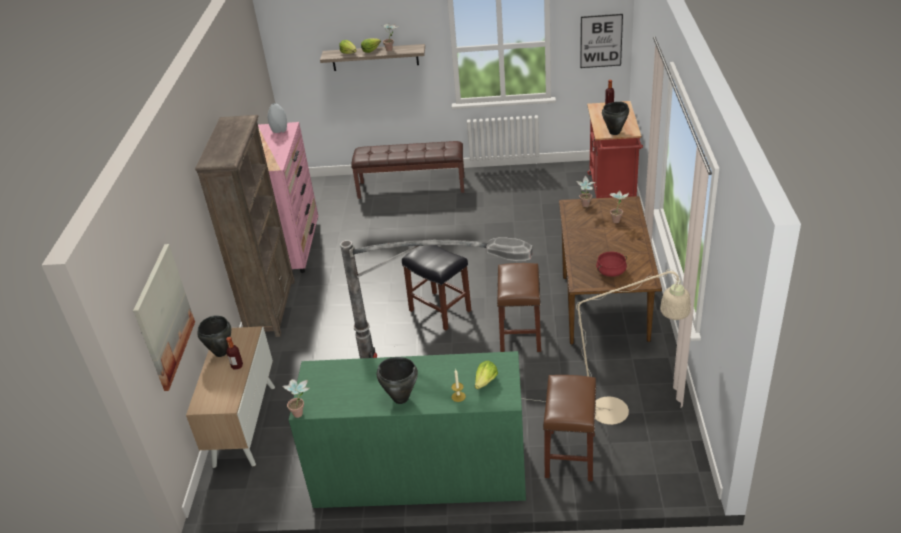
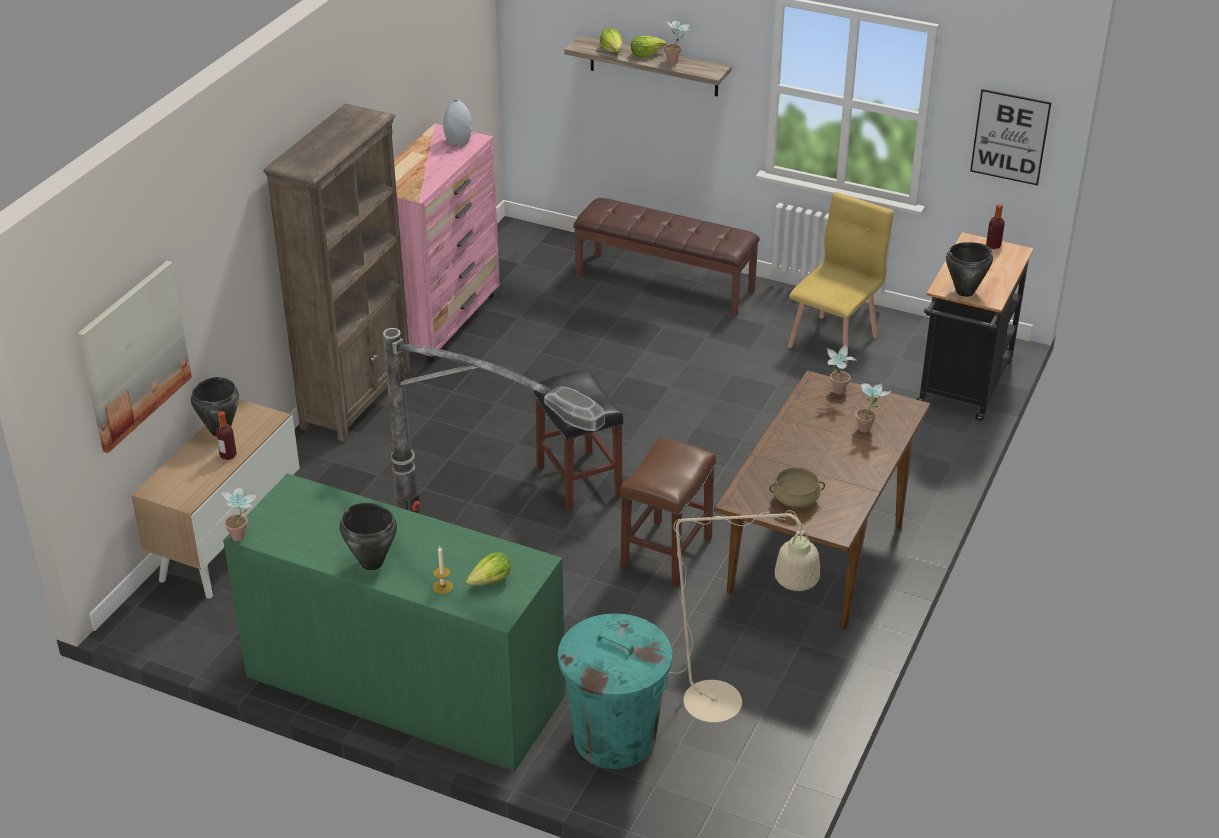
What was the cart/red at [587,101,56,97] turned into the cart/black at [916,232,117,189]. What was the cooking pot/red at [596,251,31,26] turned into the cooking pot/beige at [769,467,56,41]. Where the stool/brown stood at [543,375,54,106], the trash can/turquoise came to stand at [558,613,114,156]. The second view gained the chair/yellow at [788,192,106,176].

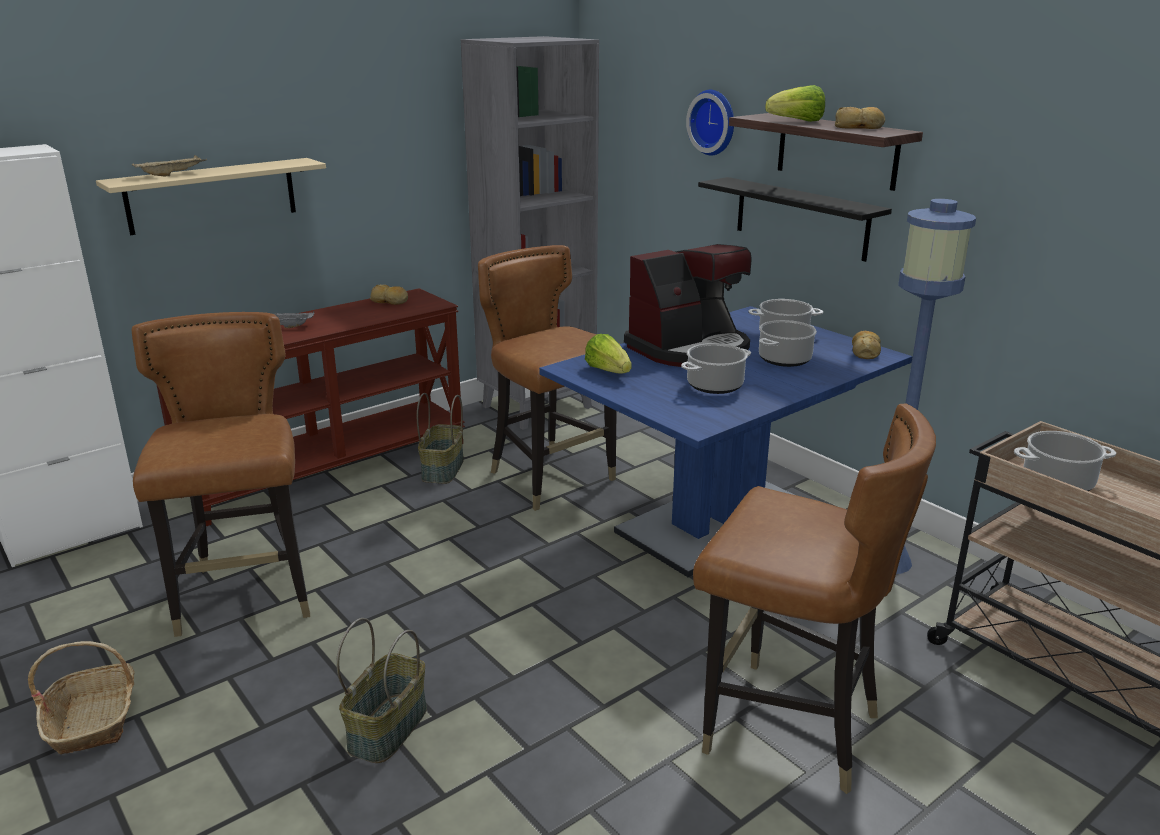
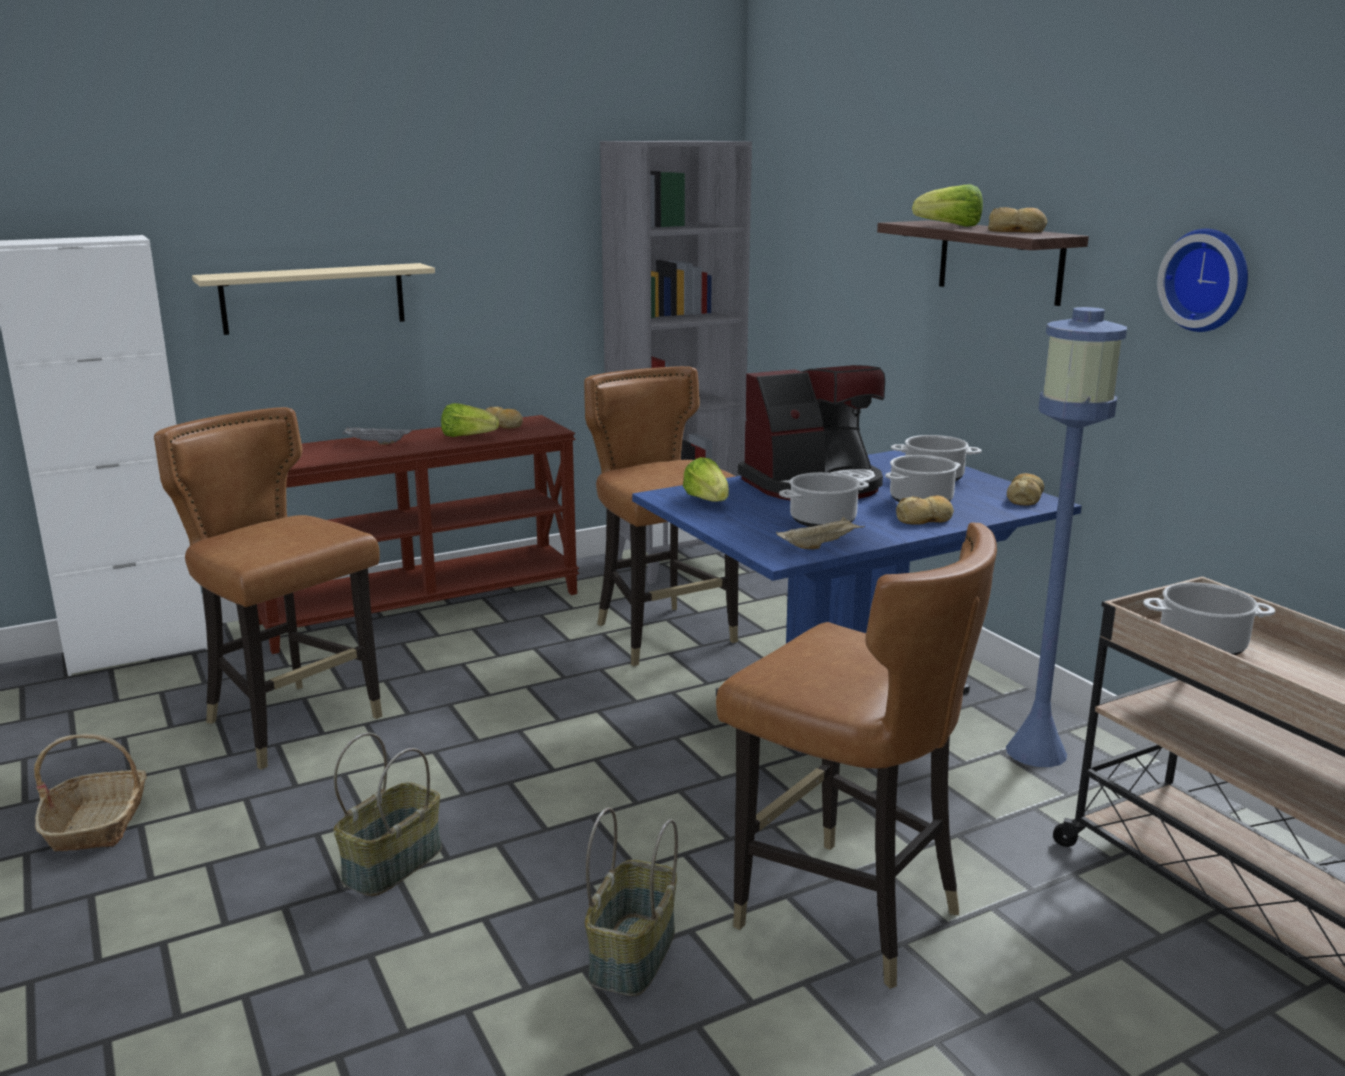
The wall clock ended up elsewhere, having gone from [686,90,48,65] to [1157,229,91,103]. The tray/beige ended up elsewhere, having gone from [132,155,75,21] to [776,517,89,32]. The second view lost the shelf/black at [698,177,194,85]. The chair/brown at [131,312,179,325] ended up facing another way, 45 degrees counterclockwise from before. The basket ended up elsewhere, having gone from [417,393,47,91] to [585,808,93,188]. The second view gained the lettuce at [441,403,58,34]. The second view gained the bread at [896,495,58,30].

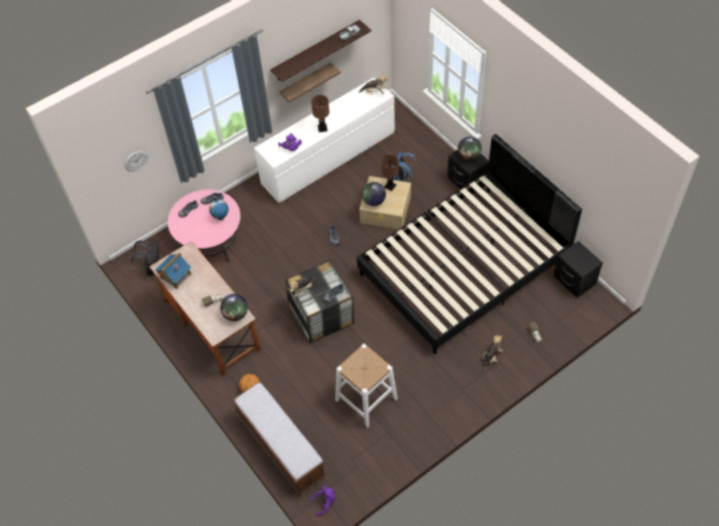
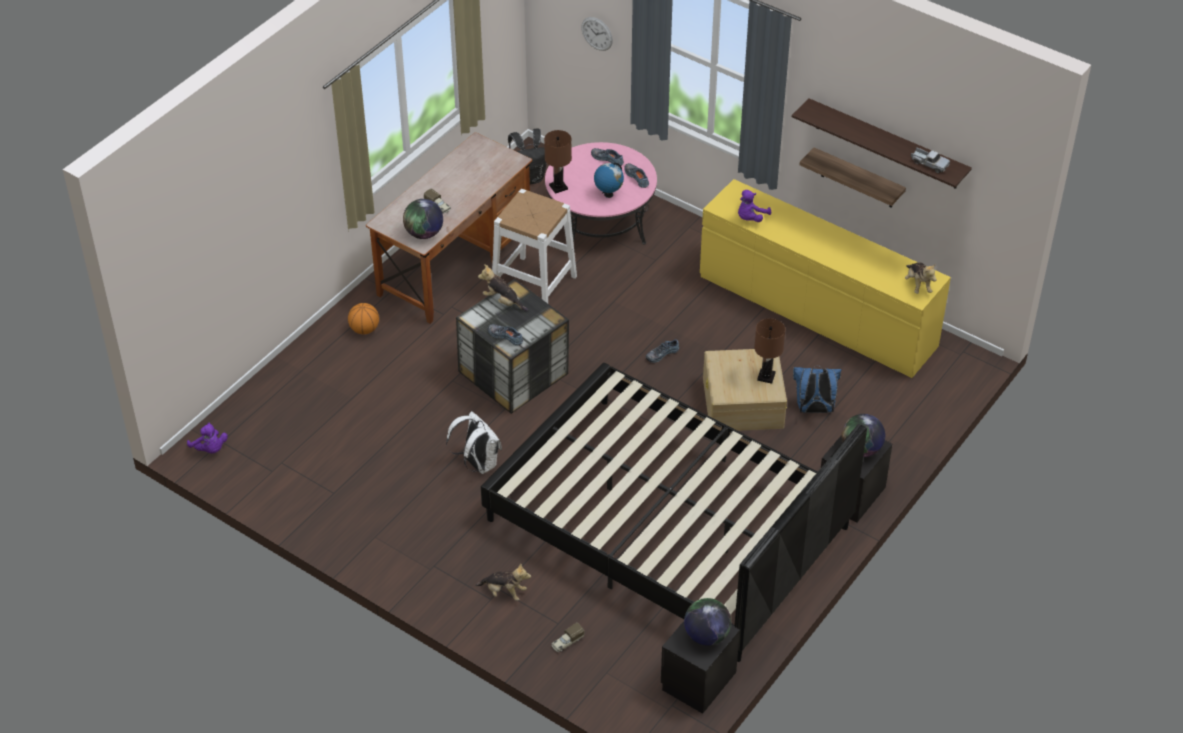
What was the dresser/white at [254,78,141,125] turned into the dresser/yellow at [700,179,251,199]. The table lamp/brown ended up elsewhere, having gone from [311,95,18,37] to [544,130,28,64]. The globe ended up elsewhere, having gone from [362,182,24,24] to [684,598,47,48]. The second view lost the toy house at [155,252,37,37]. The stool/white ended up elsewhere, having gone from [335,344,63,84] to [492,189,85,114]. The second view lost the bench at [232,382,93,113]. The second view gained the backpack/white at [446,411,56,63].

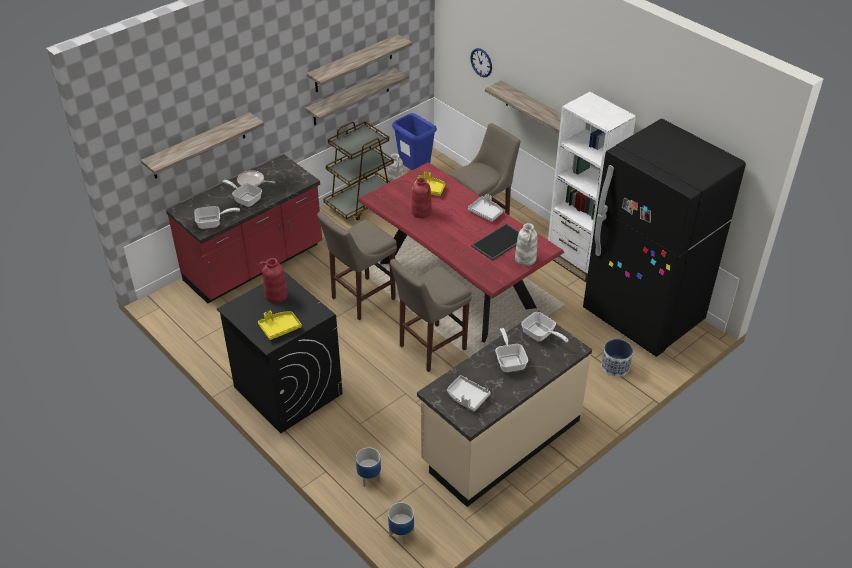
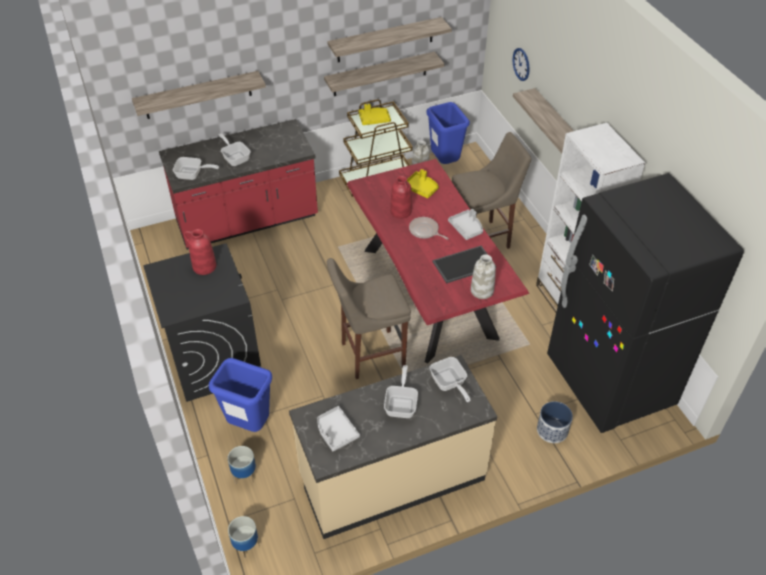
The frying pan ended up elsewhere, having gone from [237,170,38,17] to [409,217,40,23]. The second view lost the stool/beige at [317,211,80,109]. The tray/yellow ended up elsewhere, having gone from [258,311,44,29] to [359,104,32,21]. The second view gained the trash can/blue at [209,358,63,74].

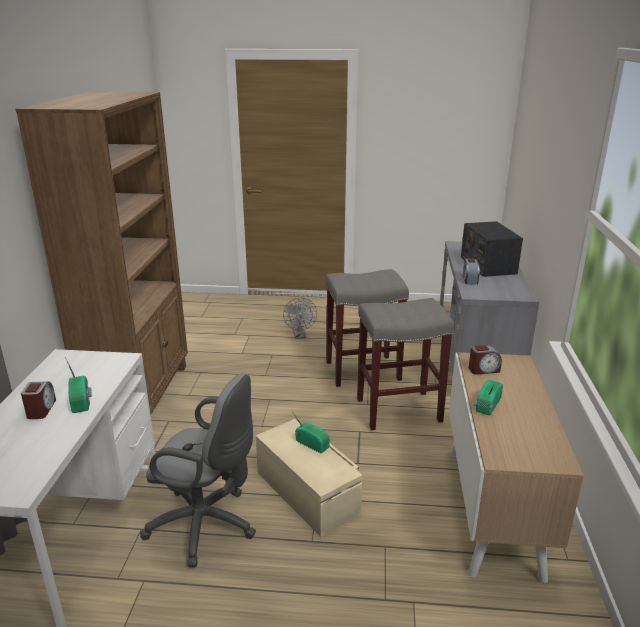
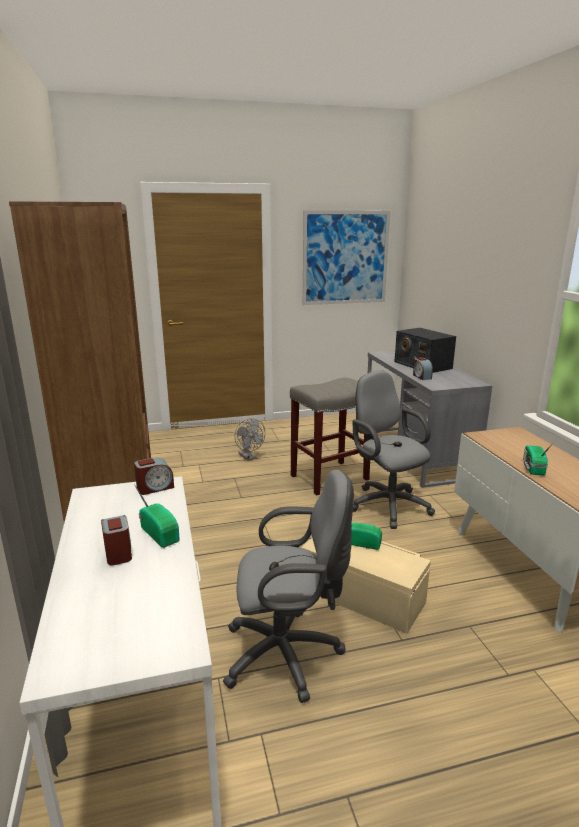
Where the stool/grey stood at [357,298,97,132], the office chair/grey came to stand at [353,370,82,159]. The alarm clock ended up elsewhere, having gone from [469,345,33,29] to [134,457,40,38]. The second view gained the picture at [303,210,87,95].

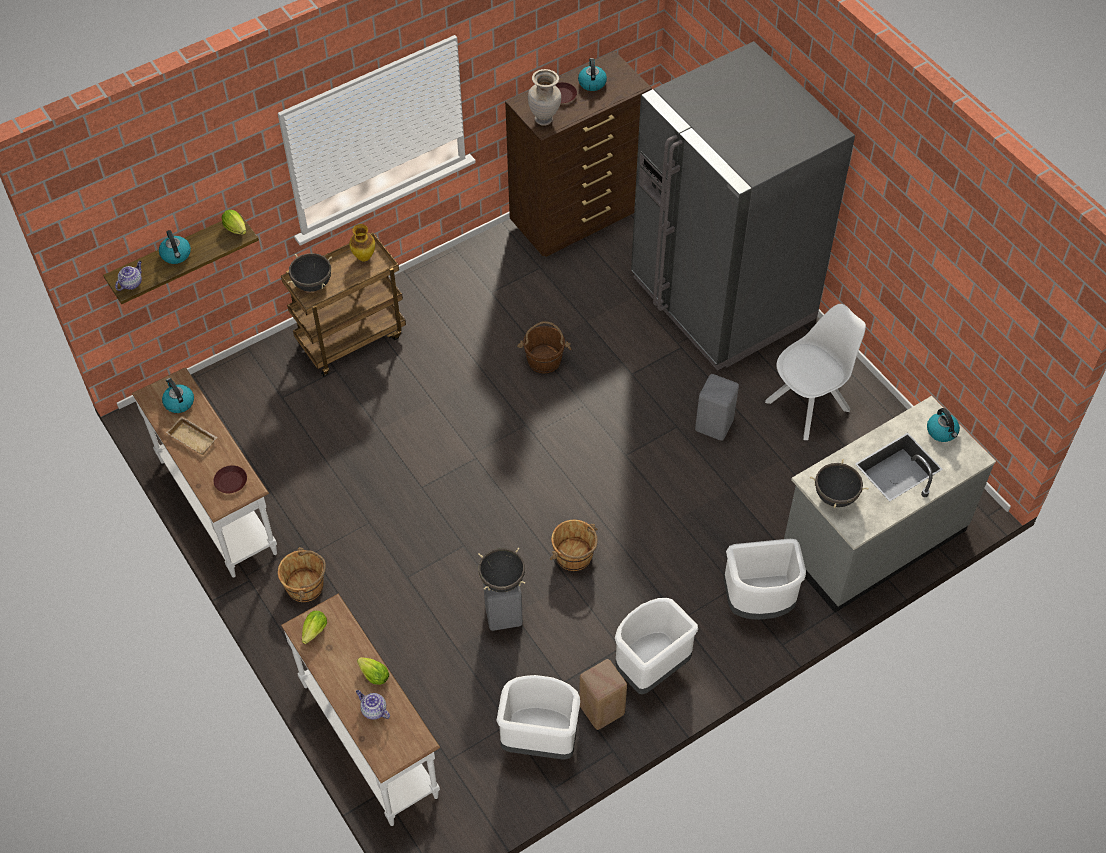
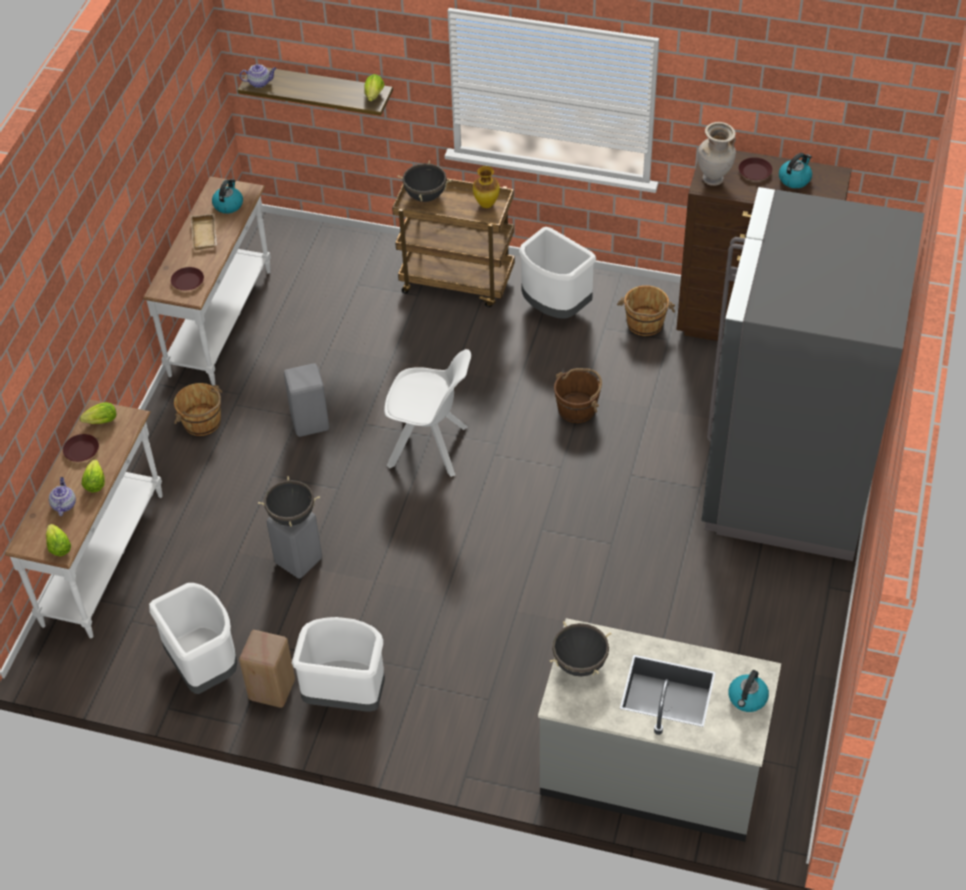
The second view lost the kettle at [159,230,32,34]. The chair/white ended up elsewhere, having gone from [765,304,101,136] to [384,349,87,128]. The stool/grey ended up elsewhere, having gone from [695,374,44,67] to [284,363,45,74]. The bucket/brown ended up elsewhere, having gone from [550,520,48,51] to [617,285,58,51]. The trash can/white ended up elsewhere, having gone from [724,539,82,81] to [519,227,77,92]. The second view gained the plate/brown at [63,434,36,28]. The second view gained the lettuce at [46,524,25,32].

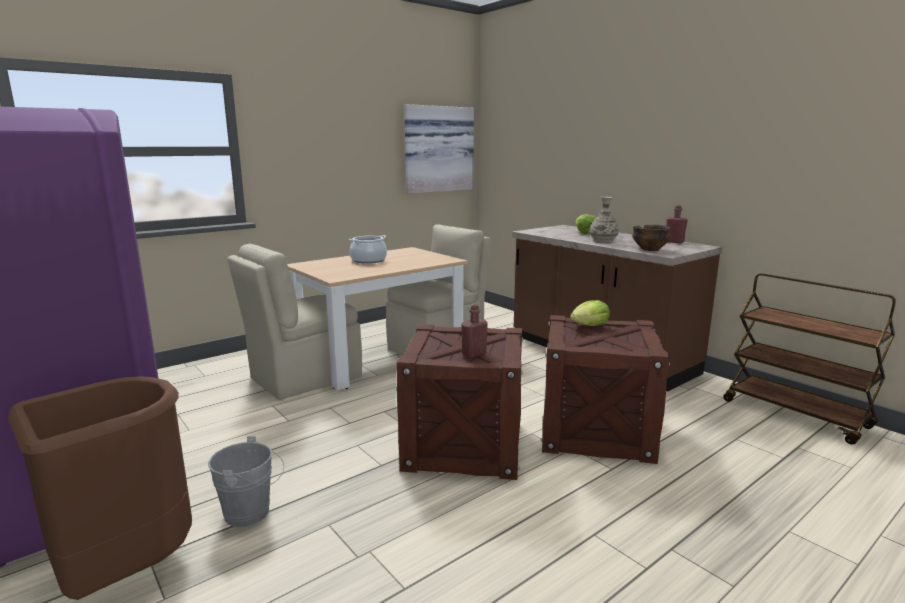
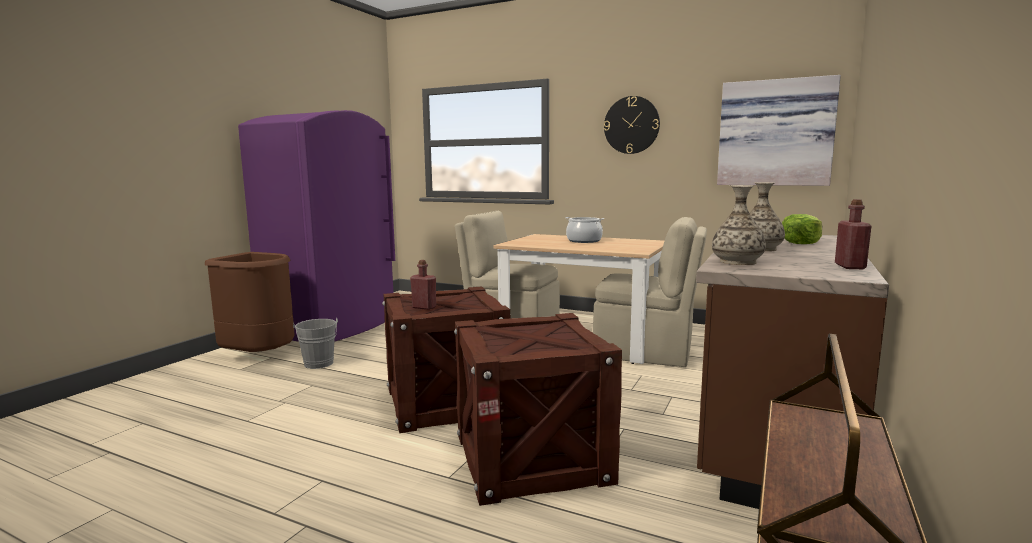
Where the bowl stood at [632,225,39,26], the vase came to stand at [712,185,54,80]. The second view lost the lettuce at [570,300,40,26]. The second view gained the wall clock at [604,96,56,58].

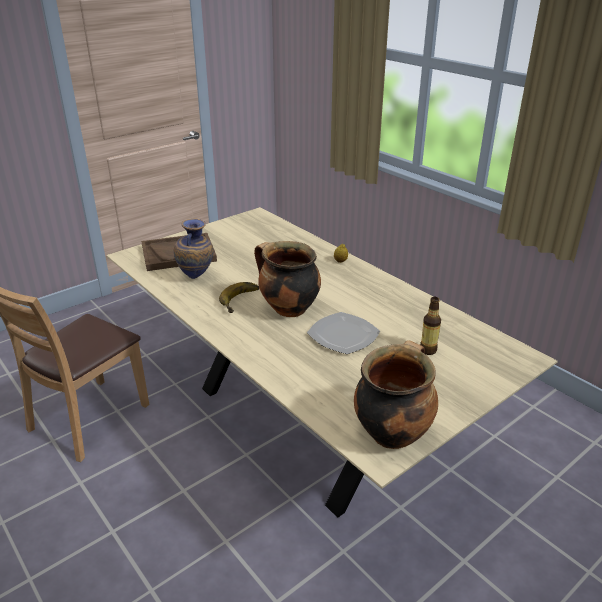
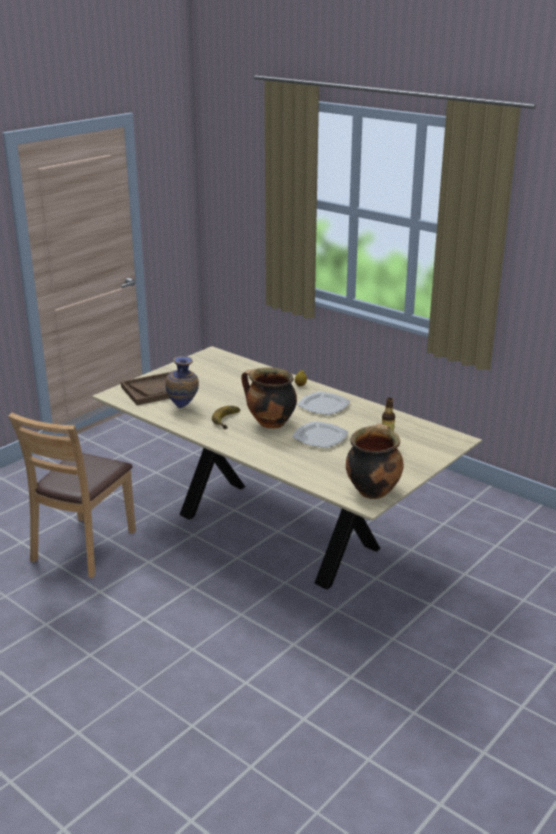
The second view gained the plate at [297,391,54,24].

